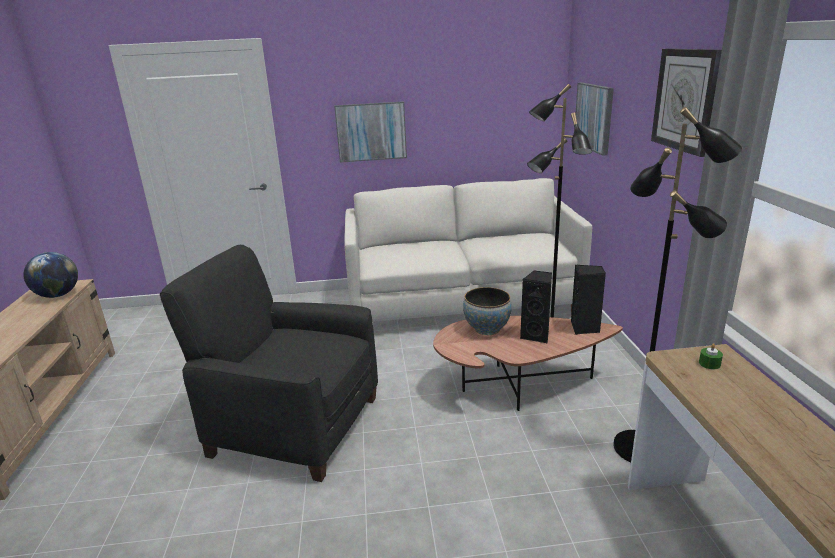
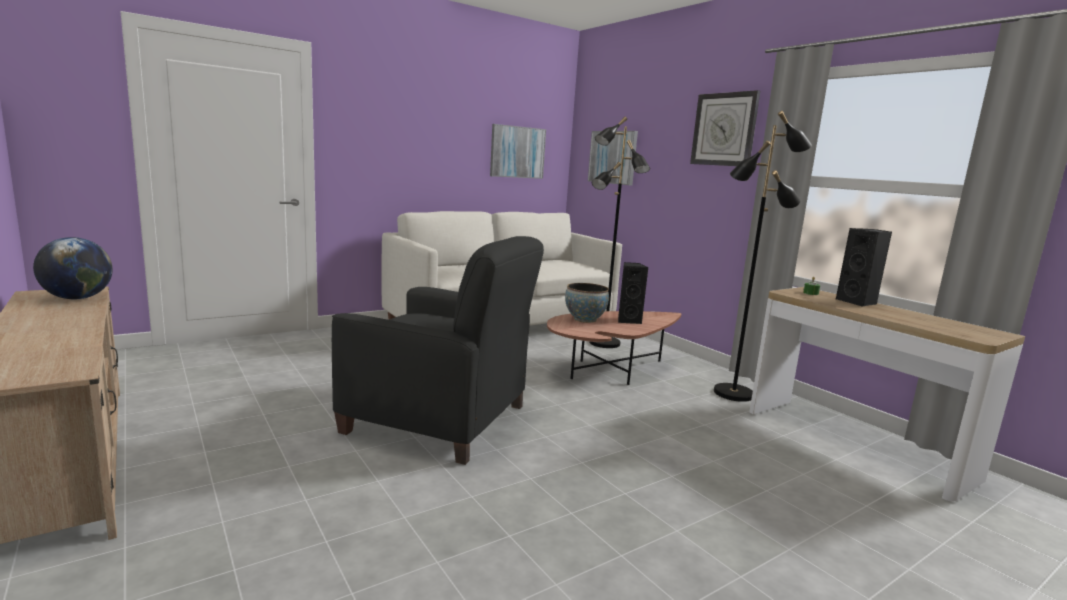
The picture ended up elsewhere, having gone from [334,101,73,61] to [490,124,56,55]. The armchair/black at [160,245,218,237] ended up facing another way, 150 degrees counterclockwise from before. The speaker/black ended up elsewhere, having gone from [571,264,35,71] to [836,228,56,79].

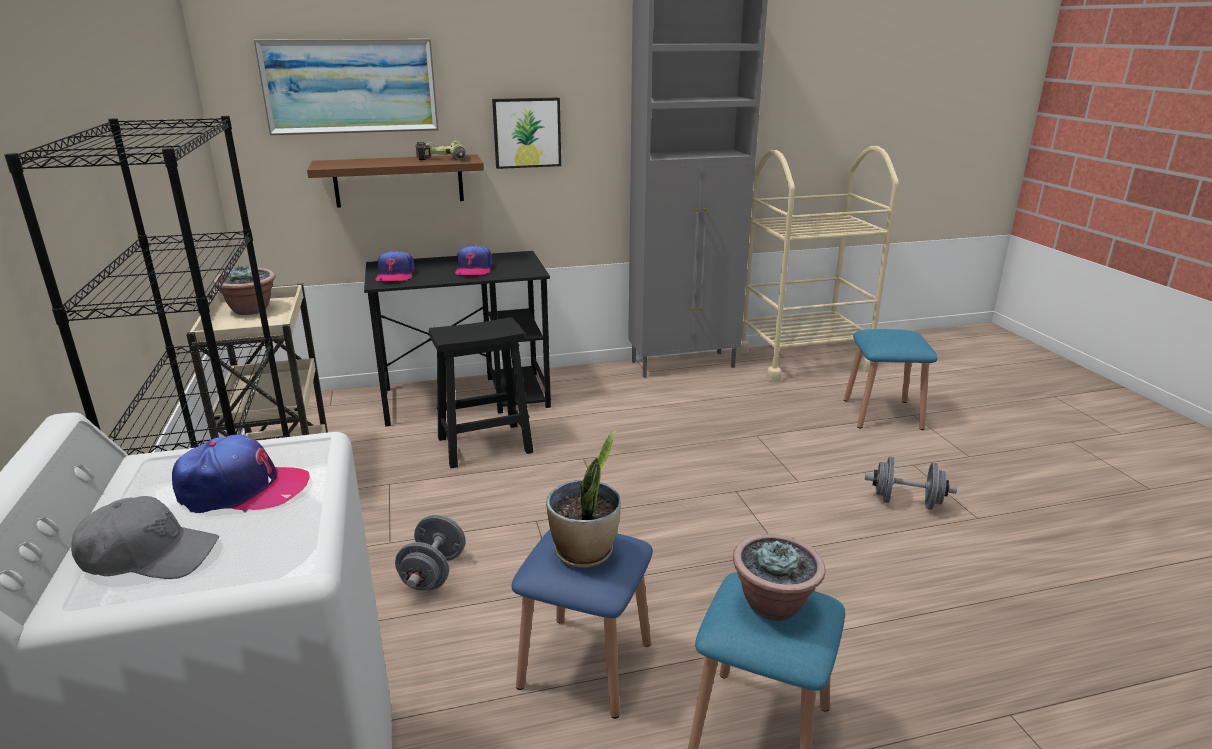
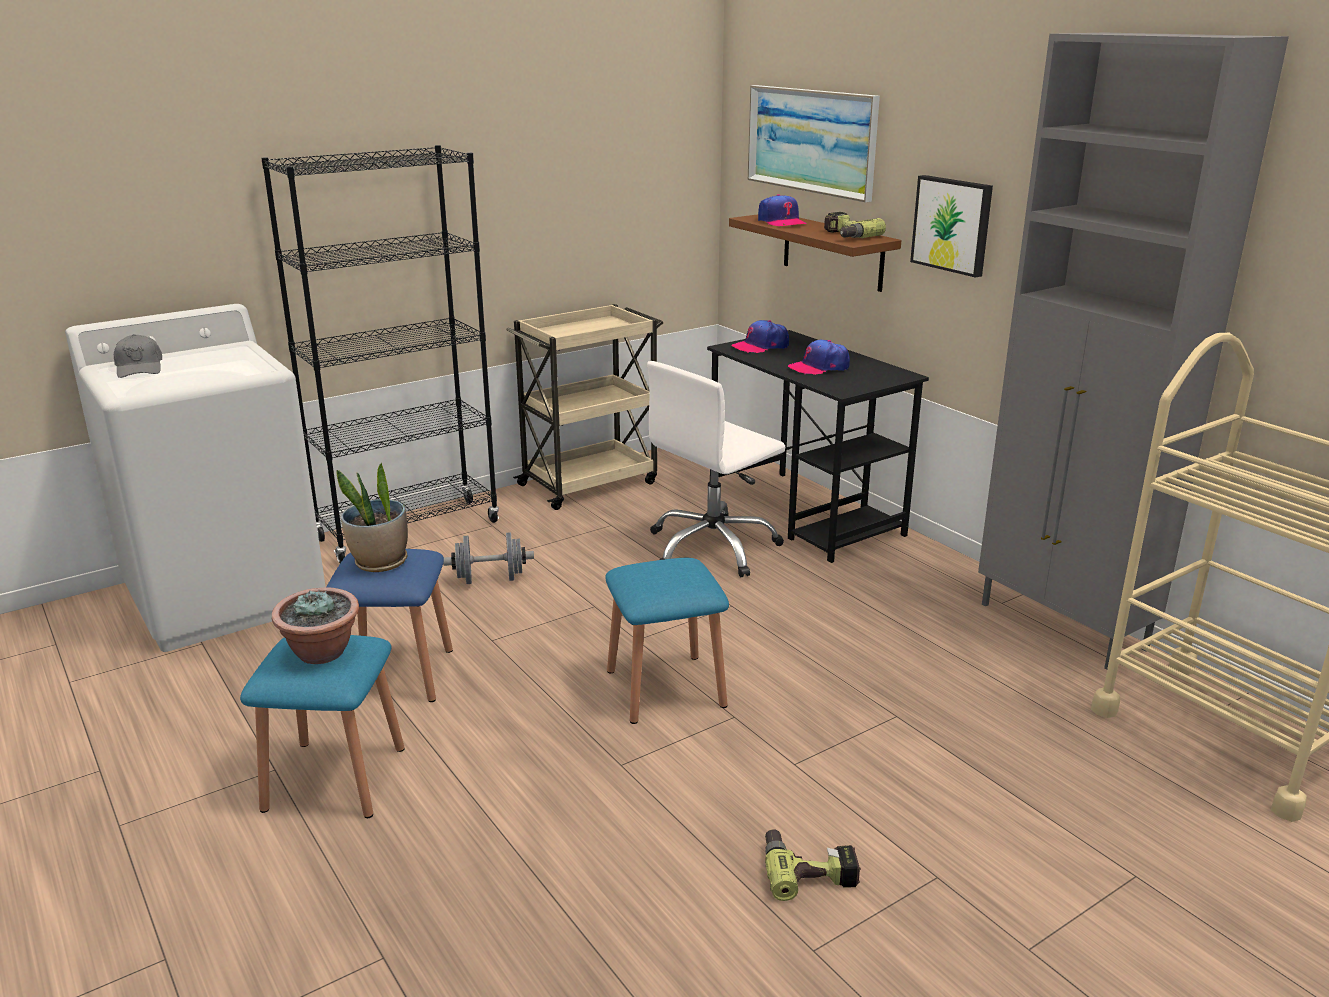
The second view lost the potted plant at [213,264,63,51]. Where the stool/black stood at [429,317,104,151], the office chair/white came to stand at [647,361,139,216]. The stool/blue ended up elsewhere, having gone from [844,329,94,101] to [605,558,124,166]. The cap ended up elsewhere, having gone from [172,434,138,79] to [758,194,49,32]. Where the dumbbell/grey stood at [865,457,92,53], the power drill came to stand at [765,829,96,72].

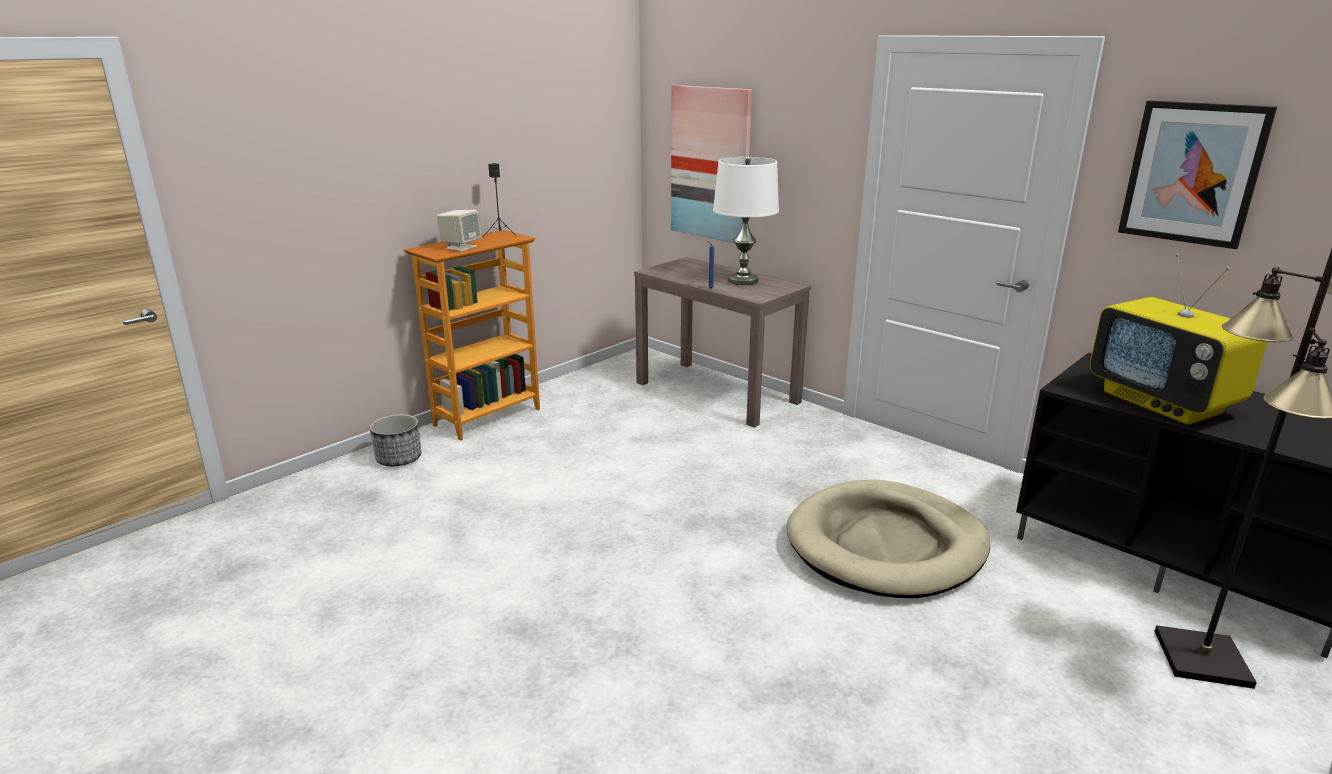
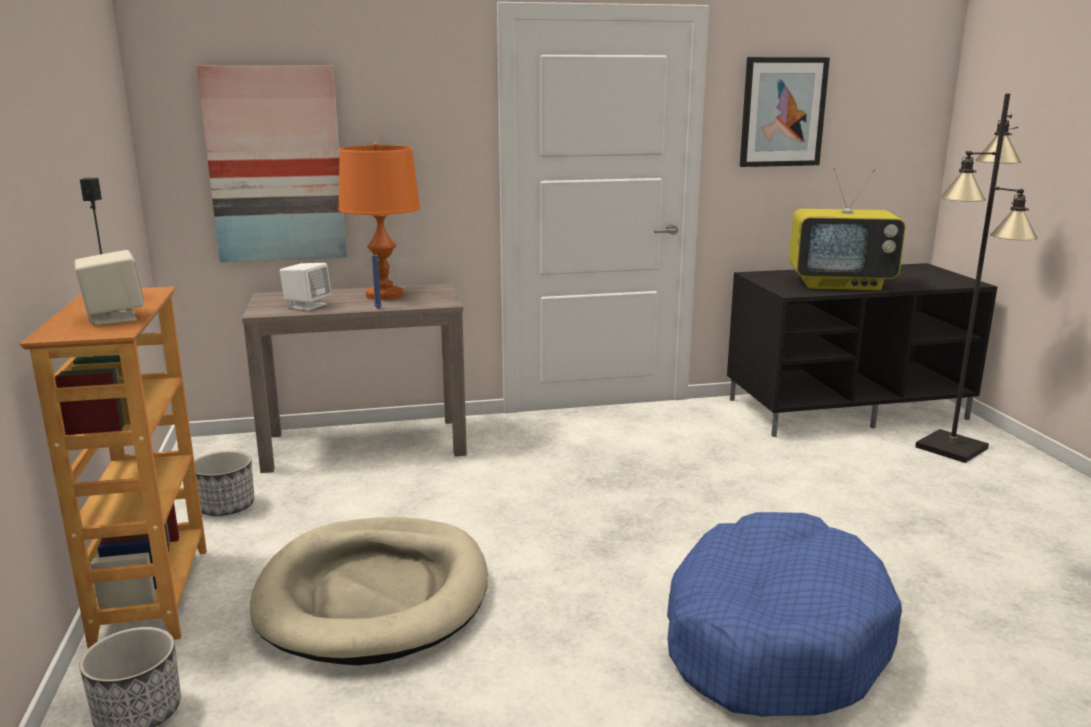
What was the table lamp/white at [713,156,66,129] turned into the table lamp/orange at [338,142,82,158]. The dog bed/beige ended up elsewhere, having gone from [786,480,204,118] to [250,517,238,148]. The second view gained the speaker/white at [280,263,51,48]. The second view gained the planter at [194,451,61,65]. The second view gained the dog bed/blue at [667,512,235,205].

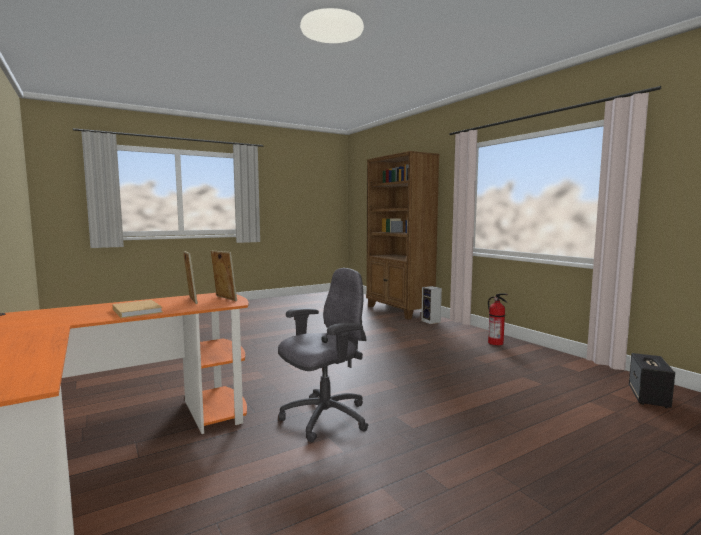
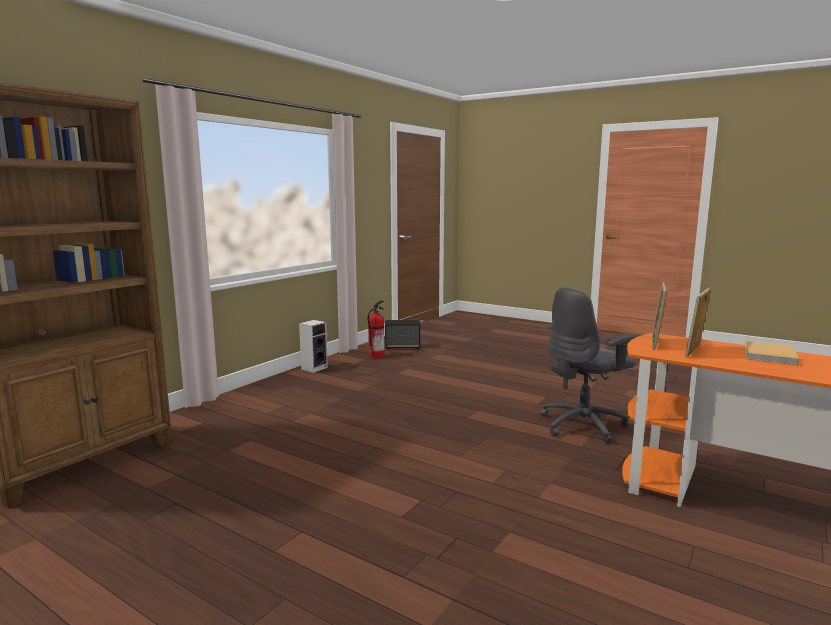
The office chair/grey at [278,268,91,175] ended up facing another way, 60 degrees counterclockwise from before. The speaker ended up elsewhere, having gone from [421,286,21,38] to [299,320,29,53]. The fire extinguisher ended up elsewhere, having gone from [488,293,20,52] to [368,301,16,57].

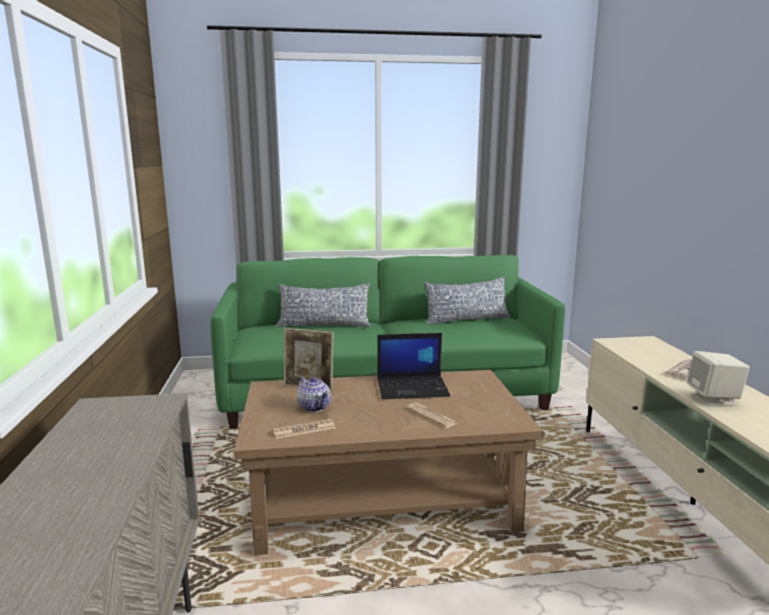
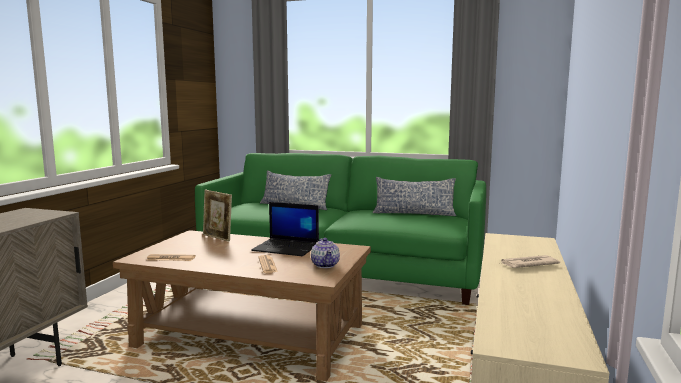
The second view lost the speaker/beige at [687,351,62,55]. The teapot ended up elsewhere, having gone from [297,377,34,35] to [311,238,29,30].

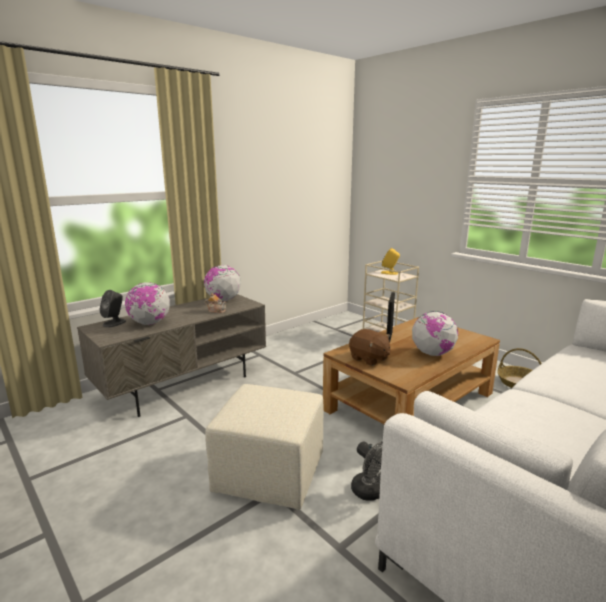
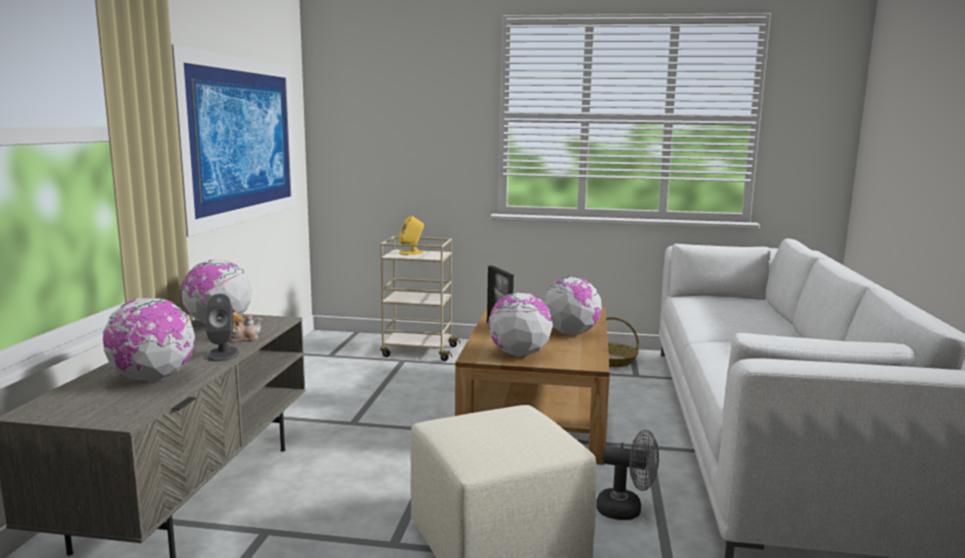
The speaker/grey ended up elsewhere, having gone from [99,290,27,37] to [206,294,33,68]. Where the plush toy/brown stood at [349,329,41,37], the globe came to stand at [488,292,65,64]. The second view gained the picture at [172,45,124,192].

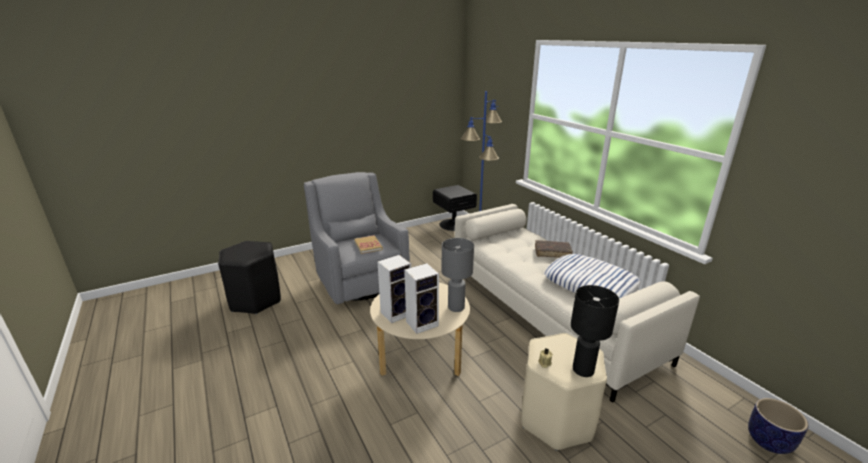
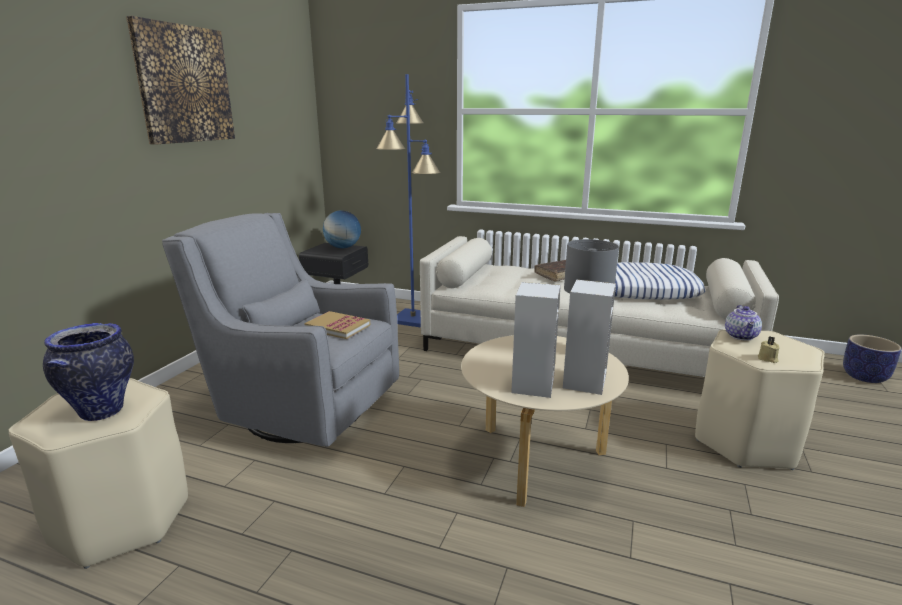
What was the stool/black at [218,241,63,73] turned into the stool/beige at [9,378,179,191]. The second view lost the table lamp/black at [571,285,48,92]. The second view gained the picture at [126,16,109,129]. The second view gained the globe at [323,210,38,38]. The second view gained the teapot at [725,305,37,36]. The second view gained the vase at [43,323,91,98].

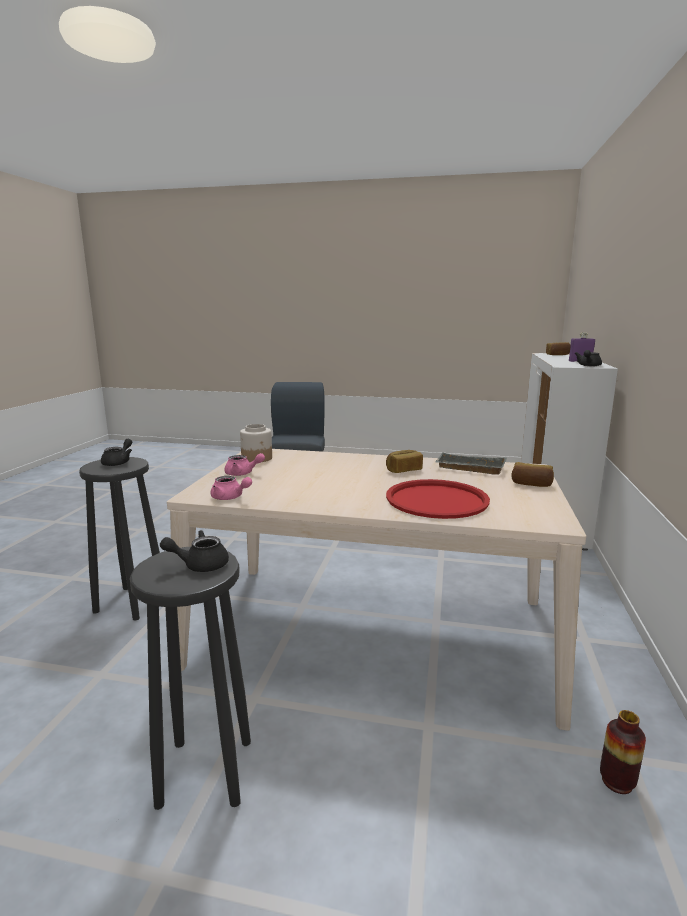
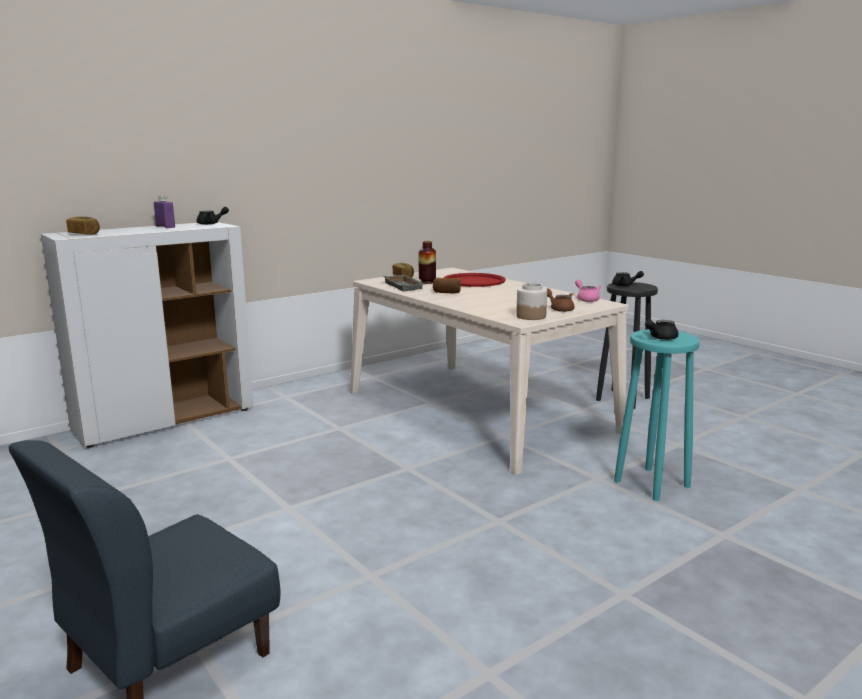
What was the teapot/pink at [224,453,41,23] turned into the teapot/brown at [547,289,28,23]. What was the stool/black at [79,457,81,163] turned into the stool/turquoise at [614,329,85,172]. The vase ended up elsewhere, having gone from [600,710,46,84] to [419,241,17,43].

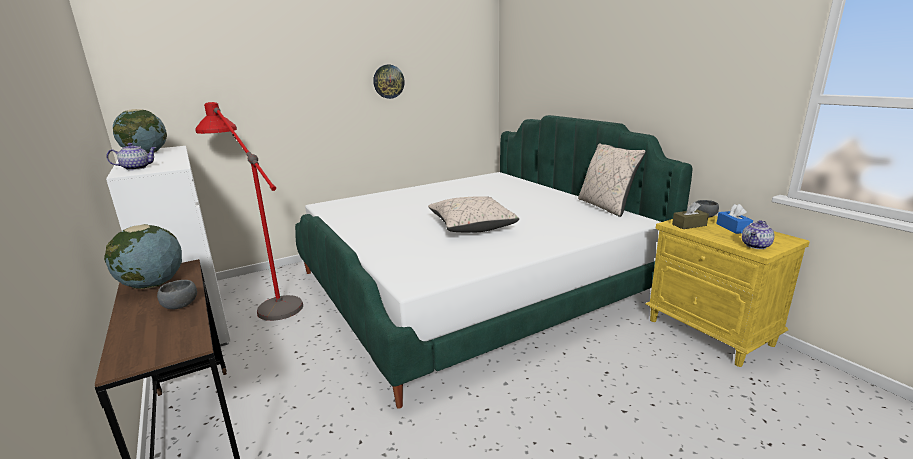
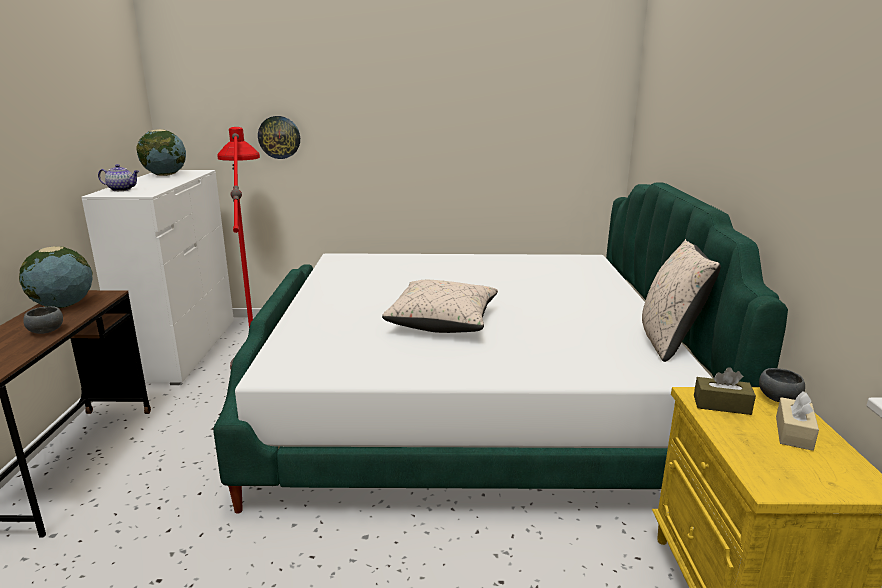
The wall clock ended up elsewhere, having gone from [373,65,32,34] to [258,116,42,43]. What was the tissue box/blue at [716,204,37,30] turned into the tissue box/beige at [776,391,43,60]. The second view lost the teapot at [742,220,32,29].

